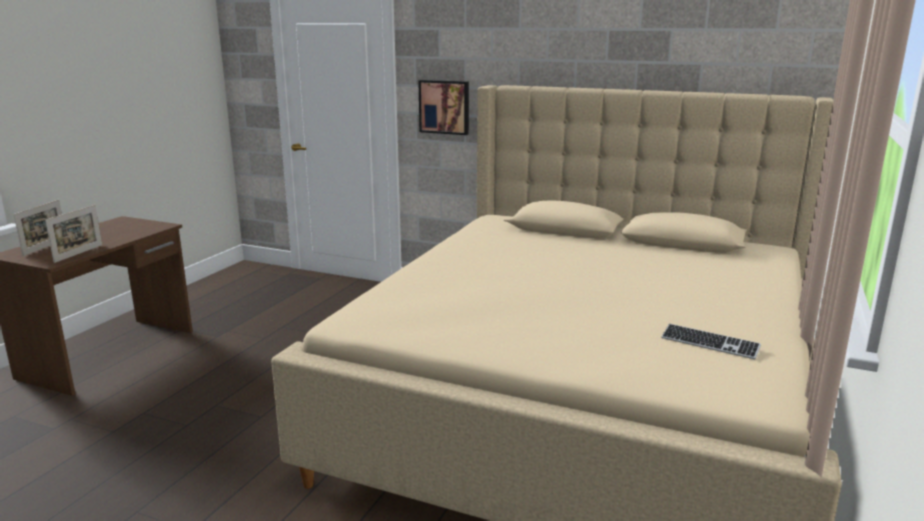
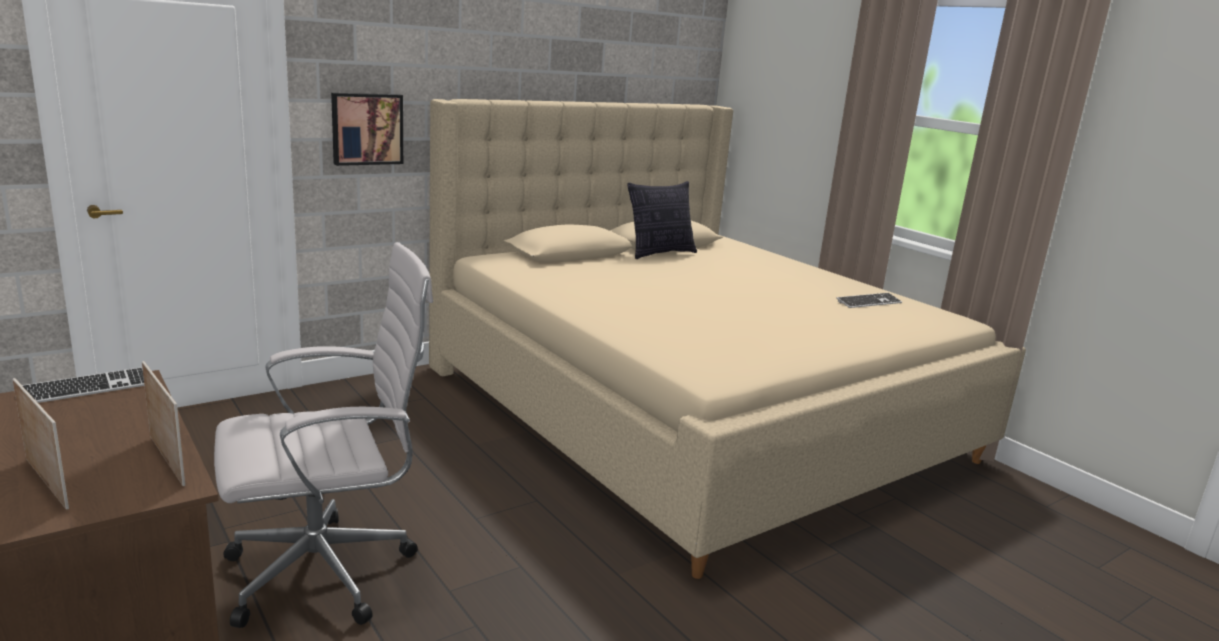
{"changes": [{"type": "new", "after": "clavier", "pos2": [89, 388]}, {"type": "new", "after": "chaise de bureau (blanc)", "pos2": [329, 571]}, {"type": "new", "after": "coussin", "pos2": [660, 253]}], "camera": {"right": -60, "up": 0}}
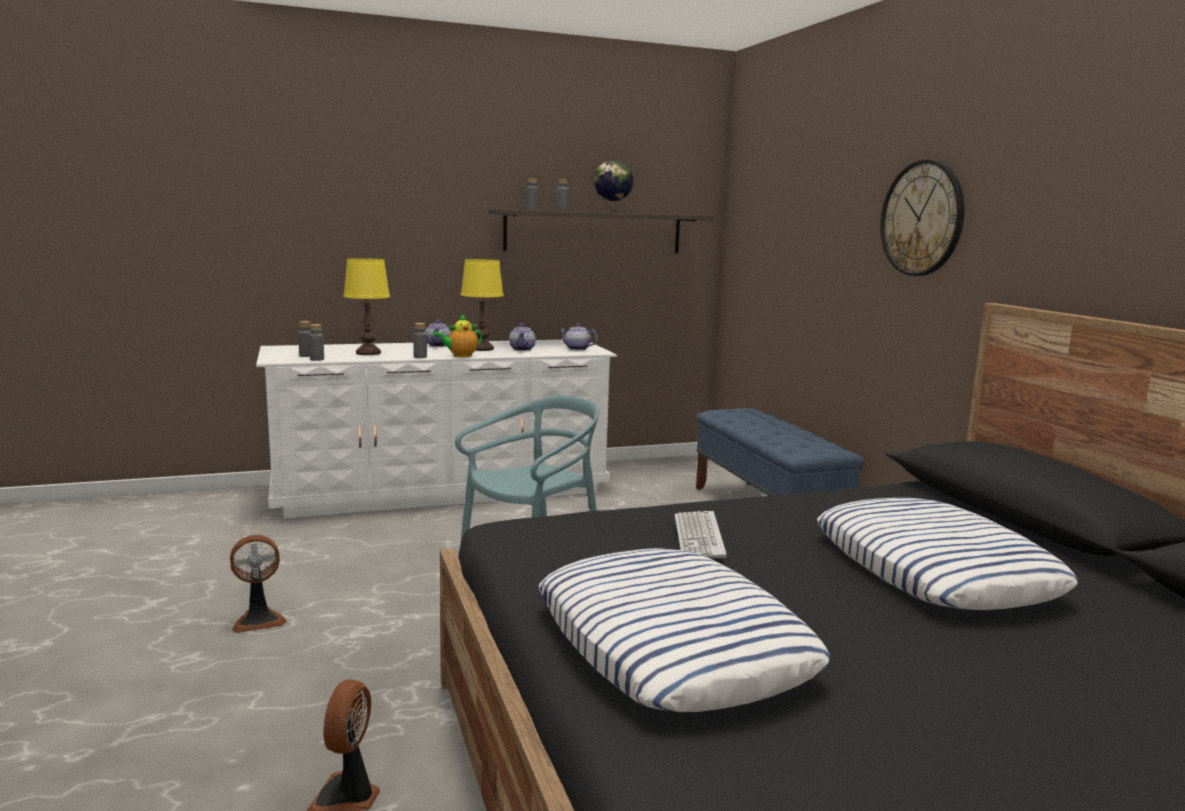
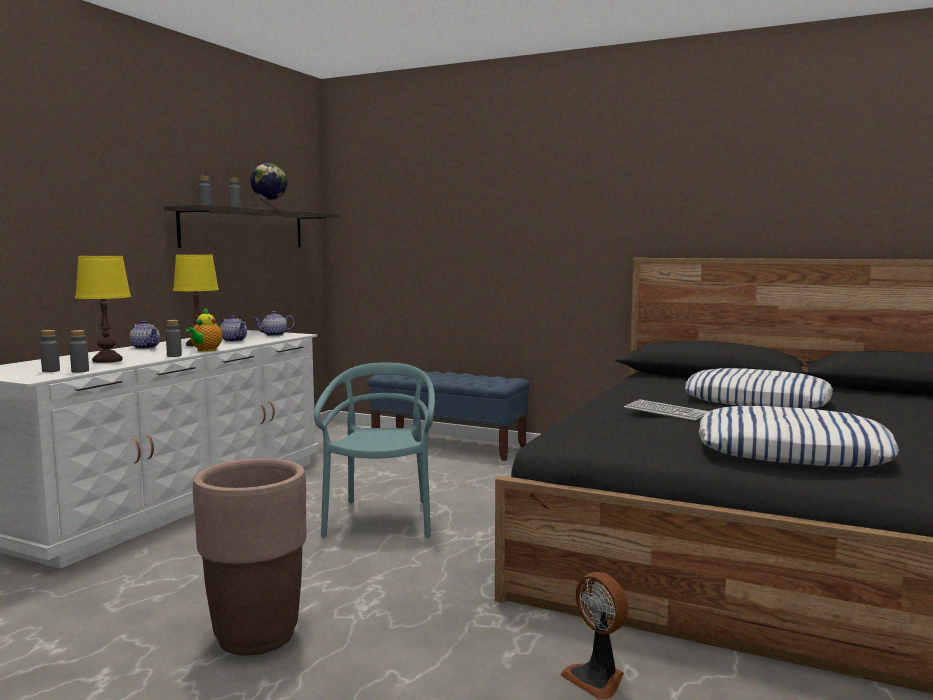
{"changes": [{"type": "swapped", "before": "ventilateur", "after": "cache-pot (marron)", "pos1": [259, 620], "pos2": [256, 636]}, {"type": "gone", "before": "horloge murale", "pos1": [922, 218]}], "camera": {"right": -45, "up": -5}}
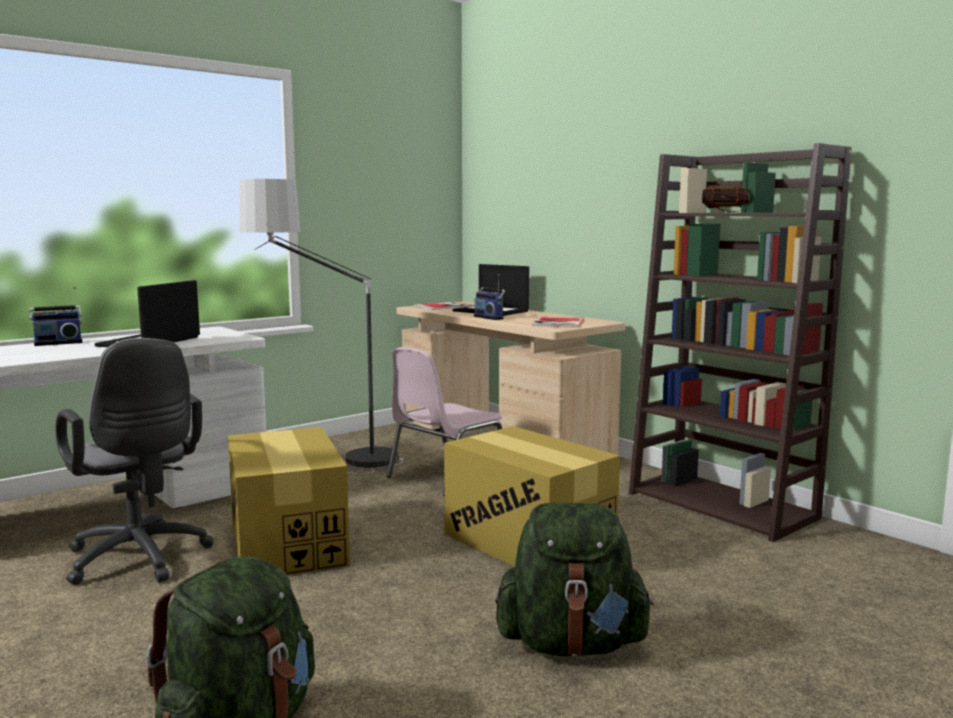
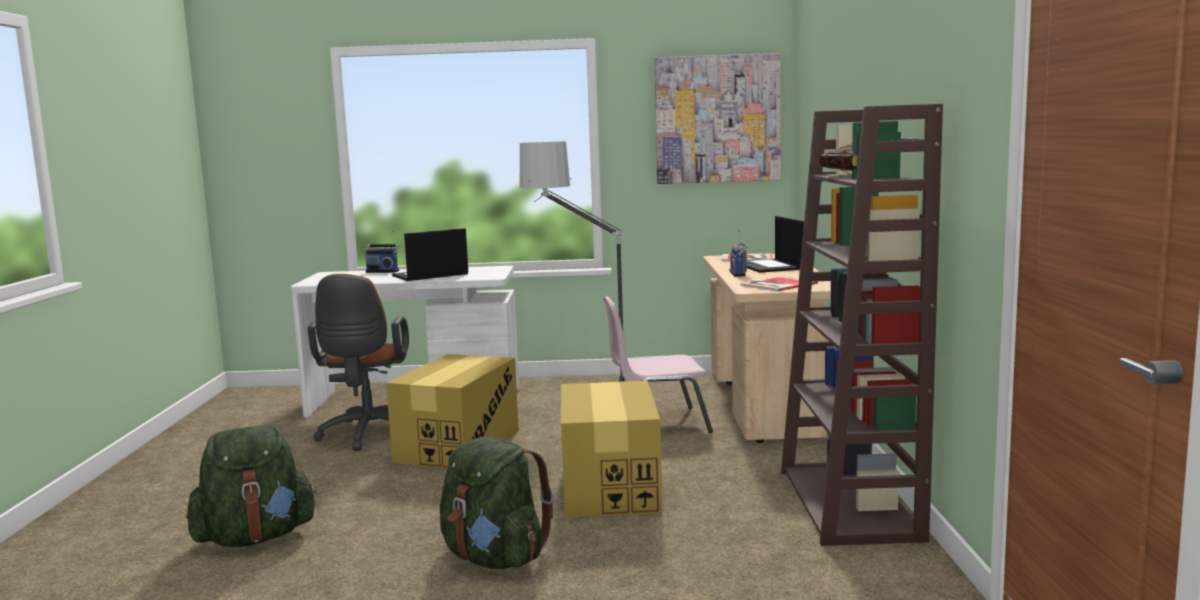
{"changes": [{"type": "repainted", "before": "chaise de bureau (gris)", "after": "chaise de bureau (marron)", "pos1": [140, 560], "pos2": [367, 435]}, {"type": "new", "after": "tableau", "pos2": [717, 119]}], "camera": {"right": 40, "up": 0}}
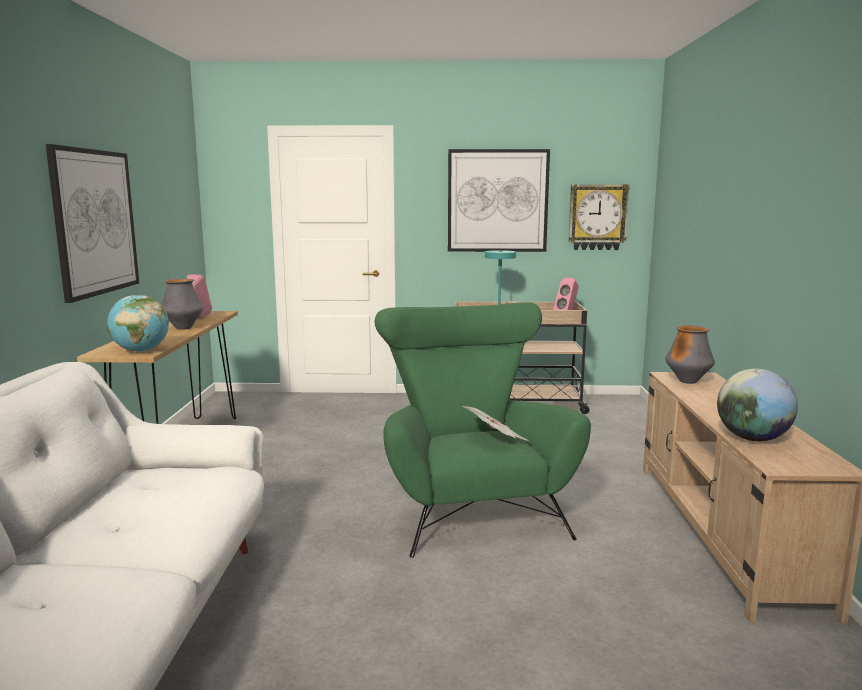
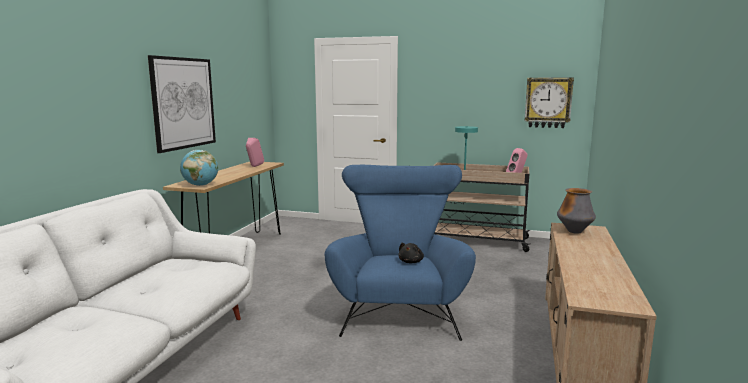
{"changes": [{"type": "repainted", "before": "fauteuil (vert)", "after": "fauteuil (bleu)", "pos1": [469, 506], "pos2": [399, 308]}, {"type": "swapped", "before": "journal", "after": "peluche (noir)", "pos1": [495, 440], "pos2": [411, 262]}, {"type": "gone", "before": "vase", "pos1": [183, 328]}, {"type": "gone", "before": "tableau", "pos1": [497, 201]}, {"type": "gone", "before": "globe", "pos1": [752, 439]}], "camera": {"right": 15, "up": 0}}
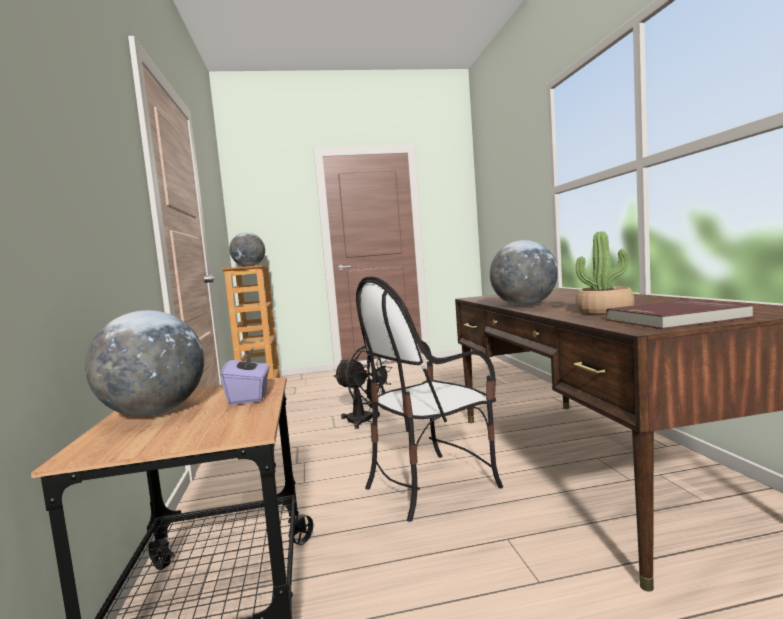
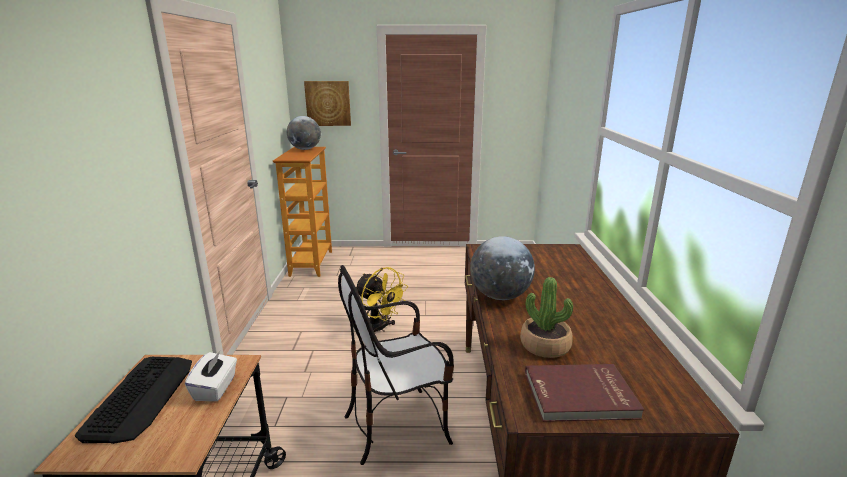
{"changes": [{"type": "swapped", "before": "globe", "after": "clavier", "pos1": [154, 413], "pos2": [141, 397]}, {"type": "repainted", "before": "boîte à mouchoirs (violet)", "after": "boîte à mouchoirs (blanc)", "pos1": [250, 397], "pos2": [216, 388]}, {"type": "new", "after": "tableau", "pos2": [328, 103]}, {"type": "repainted", "before": "ventilateur (noir)", "after": "ventilateur (jaune)", "pos1": [365, 421], "pos2": [379, 329]}], "camera": {"right": 10, "up": 15}}
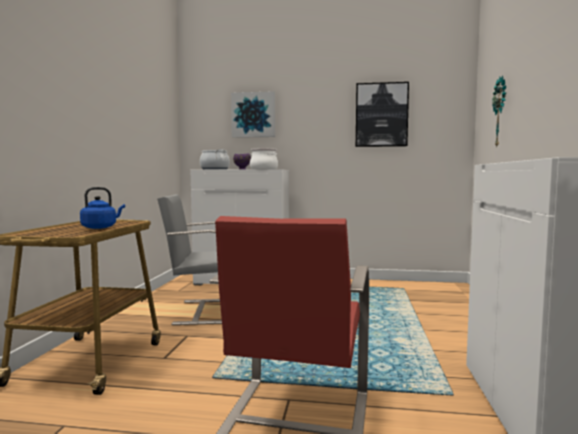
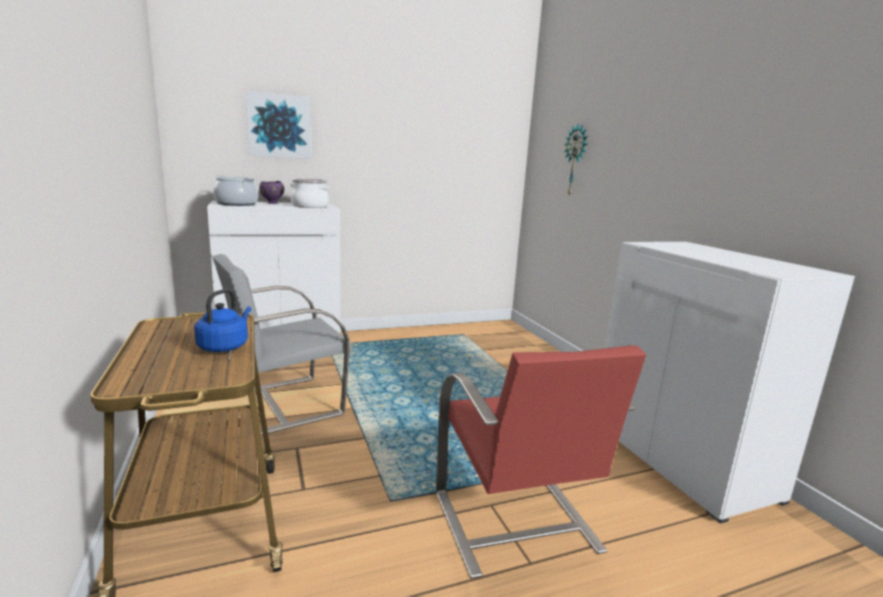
{"changes": [{"type": "gone", "before": "tableau", "pos1": [381, 115]}], "camera": {"right": -30, "up": 10}}
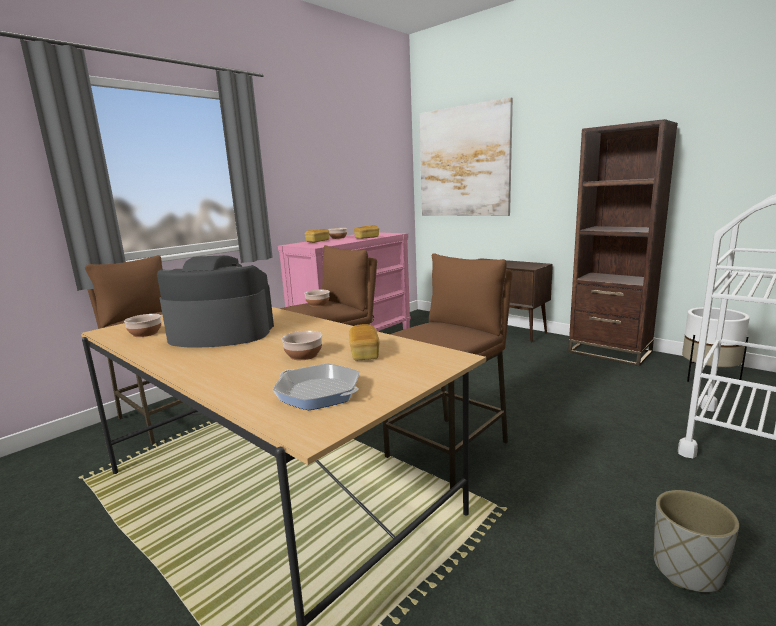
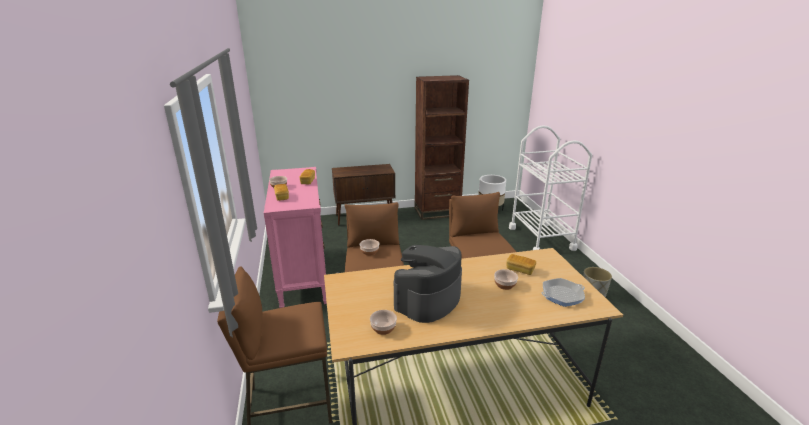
{"changes": [{"type": "gone", "before": "tableau", "pos1": [464, 162]}], "camera": {"right": -55, "up": 10}}
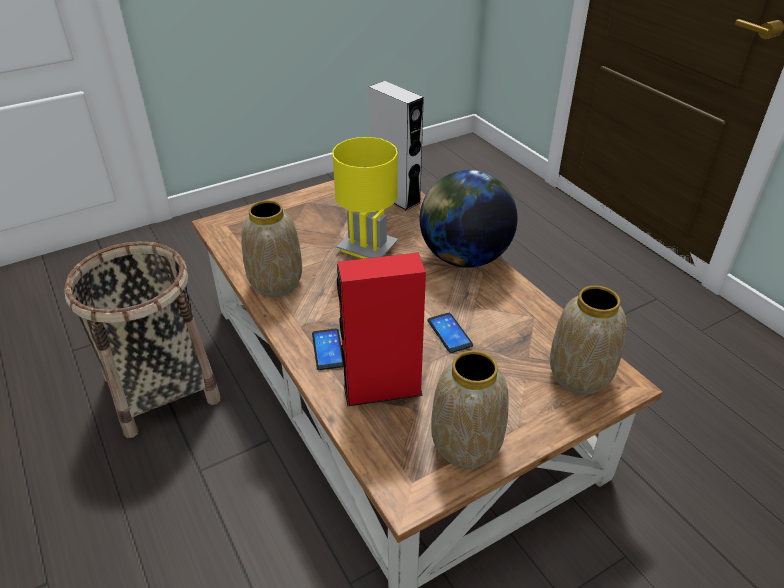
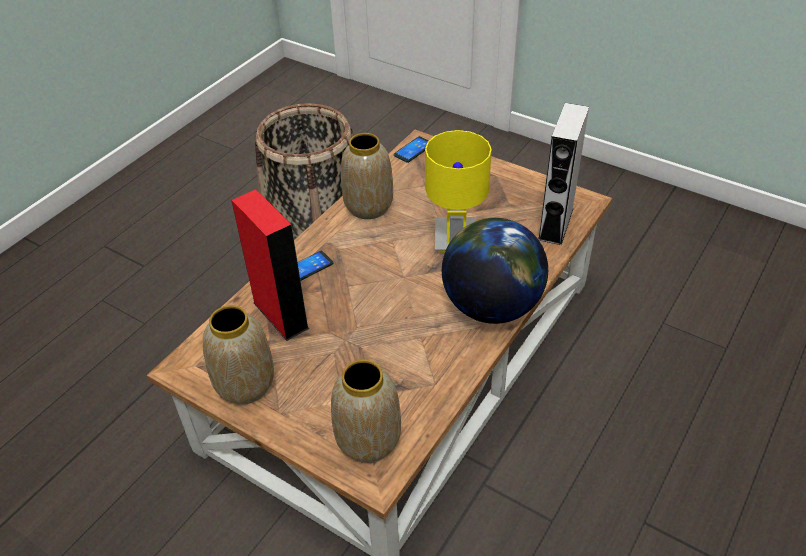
{"changes": [{"type": "shifted", "before": "téléphone", "pos1": [449, 333], "pos2": [413, 150]}], "camera": {"right": 65, "up": 5}}
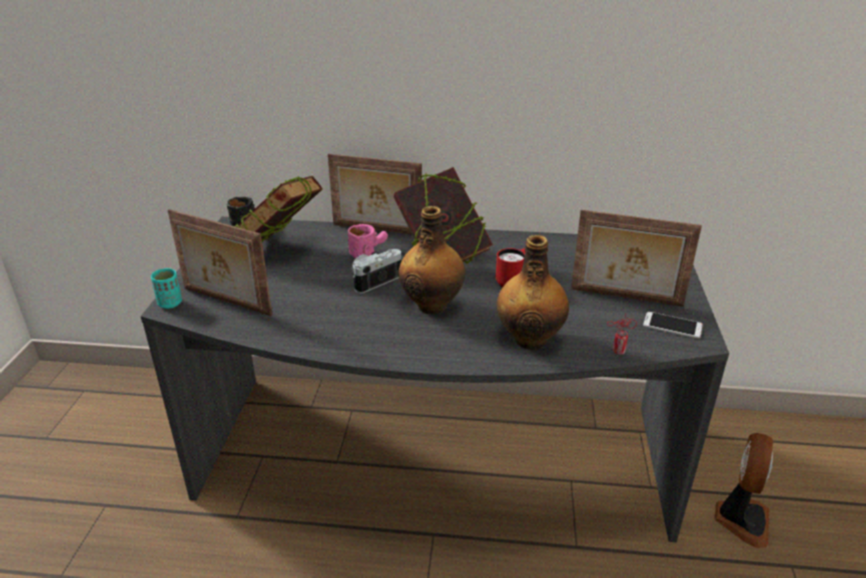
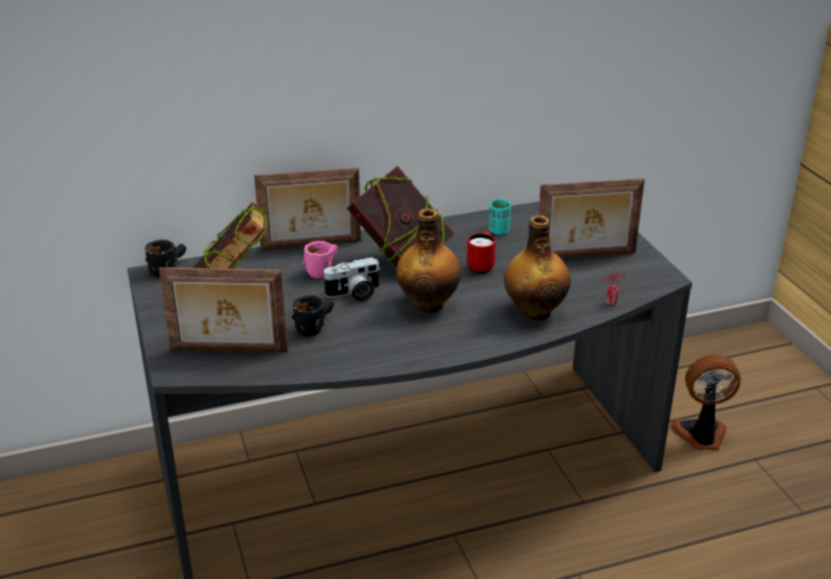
{"changes": [{"type": "new", "after": "mug (noir)", "pos2": [314, 325]}, {"type": "rotated", "before": "appareil photo", "pos1": [374, 280], "pos2": [354, 294], "turn": -135}, {"type": "shifted", "before": "tasse (turquoise)", "pos1": [170, 303], "pos2": [499, 231]}, {"type": "rotated", "before": "ventilateur", "pos1": [741, 519], "pos2": [701, 436], "turn": -90}, {"type": "gone", "before": "téléphone", "pos1": [672, 325]}], "camera": {"right": -25, "up": 0}}
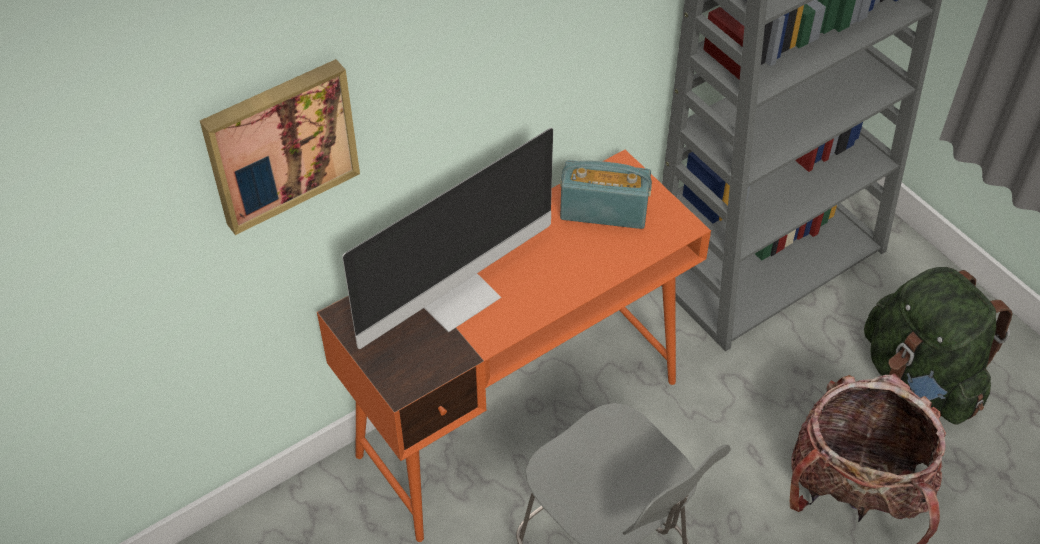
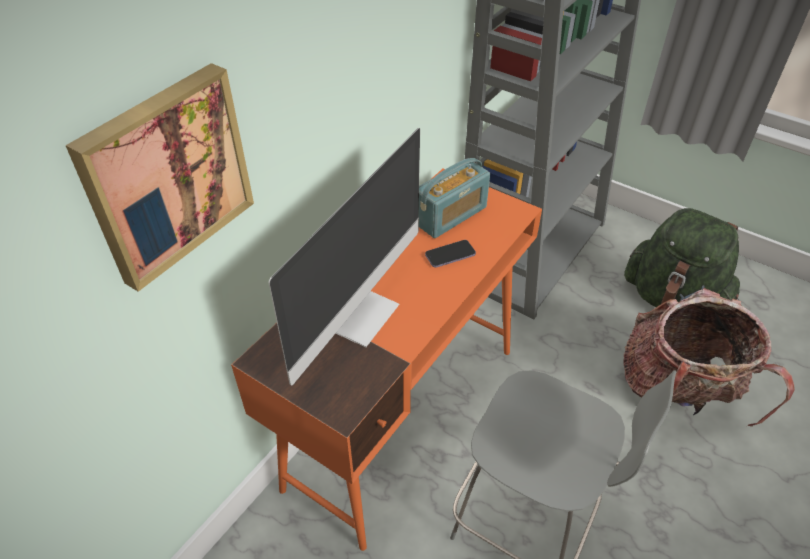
{"changes": [{"type": "rotated", "before": "radio", "pos1": [603, 211], "pos2": [450, 215], "turn": 150}, {"type": "new", "after": "téléphone", "pos2": [450, 255]}], "camera": {"right": -20, "up": -5}}
